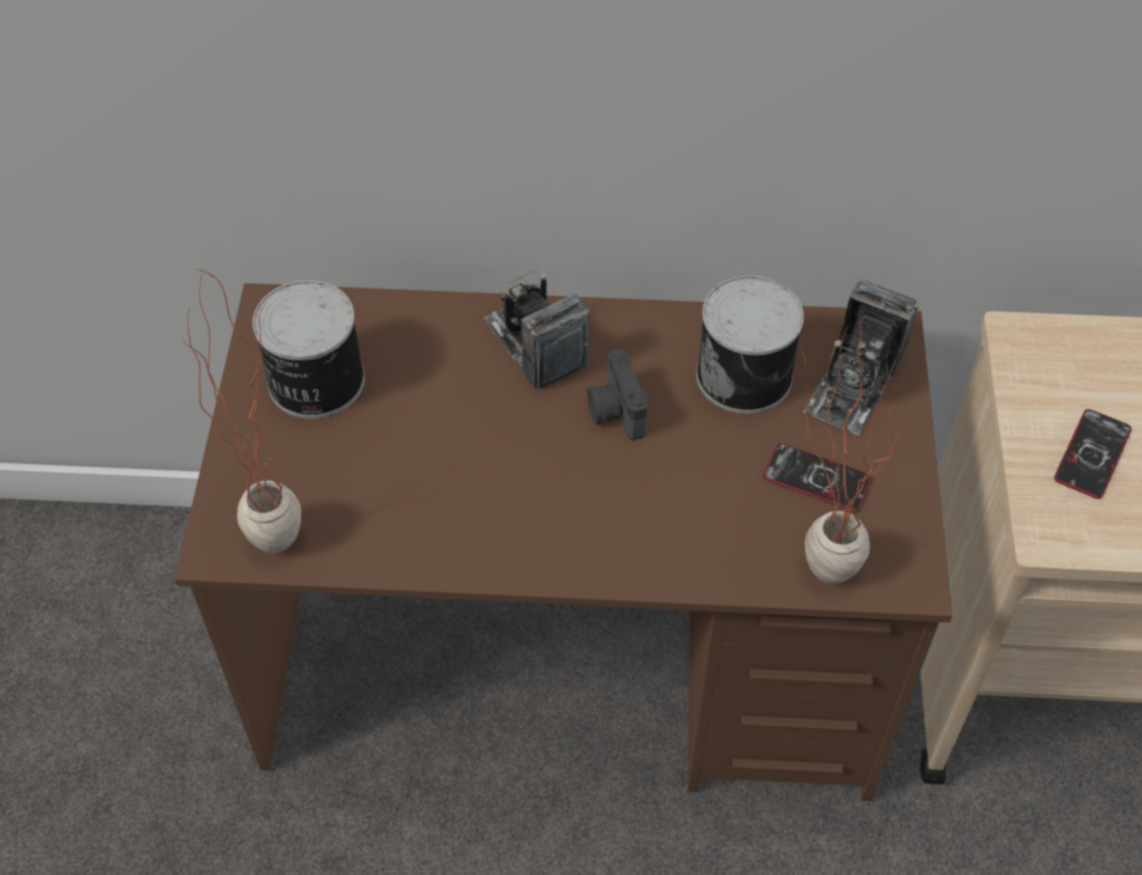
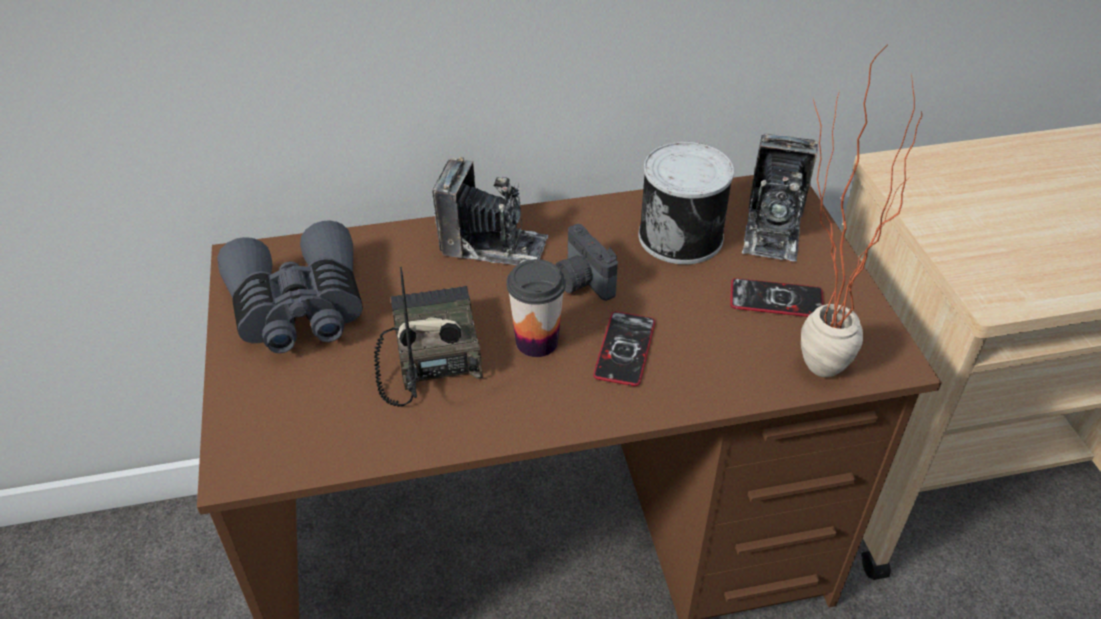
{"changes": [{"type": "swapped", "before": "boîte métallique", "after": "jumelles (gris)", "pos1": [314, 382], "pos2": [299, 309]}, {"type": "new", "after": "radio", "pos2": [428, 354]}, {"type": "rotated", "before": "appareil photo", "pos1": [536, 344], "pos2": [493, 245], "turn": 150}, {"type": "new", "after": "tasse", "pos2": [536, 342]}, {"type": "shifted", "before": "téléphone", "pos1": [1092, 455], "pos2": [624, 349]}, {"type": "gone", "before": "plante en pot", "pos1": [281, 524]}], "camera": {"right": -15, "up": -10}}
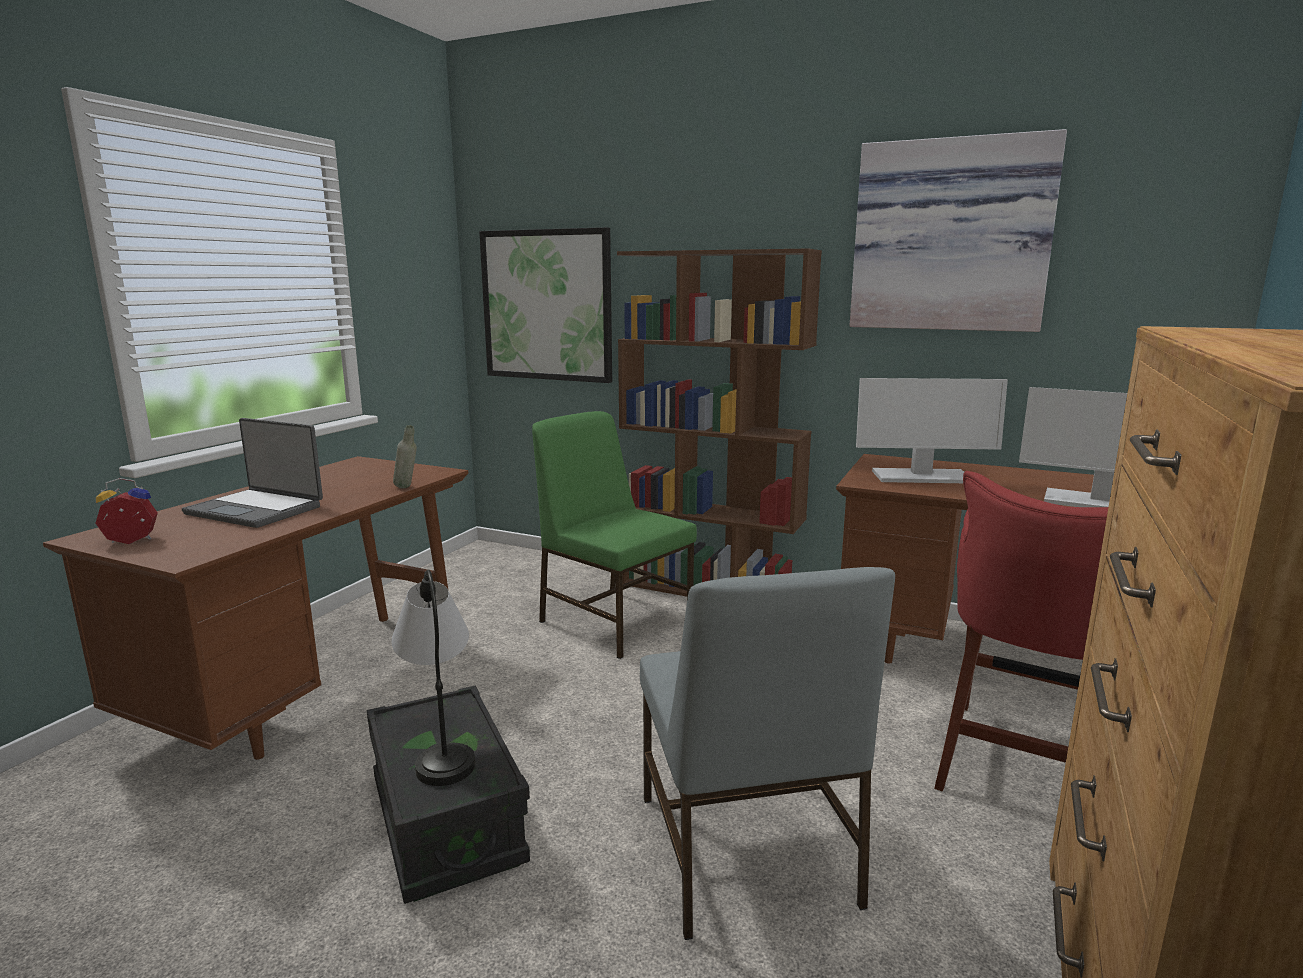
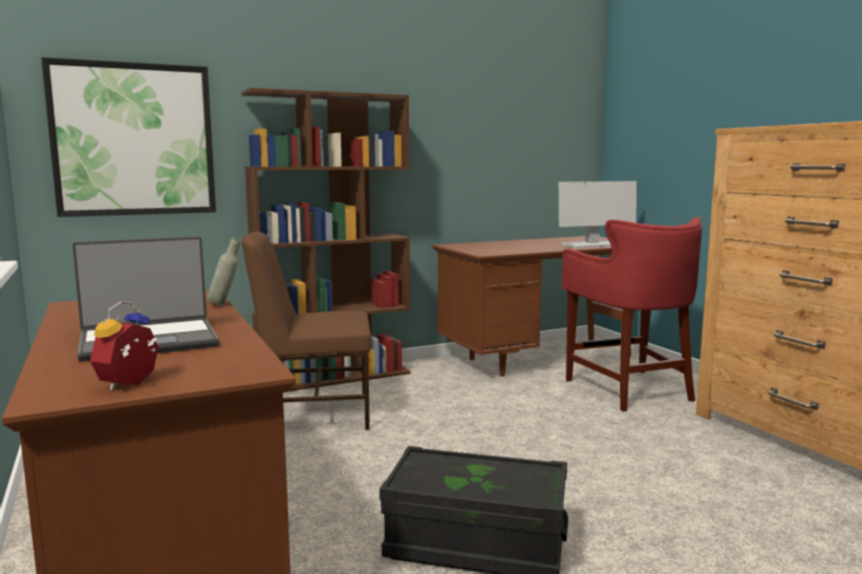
{"changes": [{"type": "repainted", "before": "chaise (vert)", "after": "chaise (marron)", "pos1": [614, 620], "pos2": [313, 414]}, {"type": "gone", "before": "lampe de table", "pos1": [442, 745]}, {"type": "gone", "before": "chaise (gris)", "pos1": [744, 852]}, {"type": "gone", "before": "tableau", "pos1": [950, 236]}, {"type": "gone", "before": "écran d'ordinateur", "pos1": [921, 477]}], "camera": {"right": -50, "up": -5}}
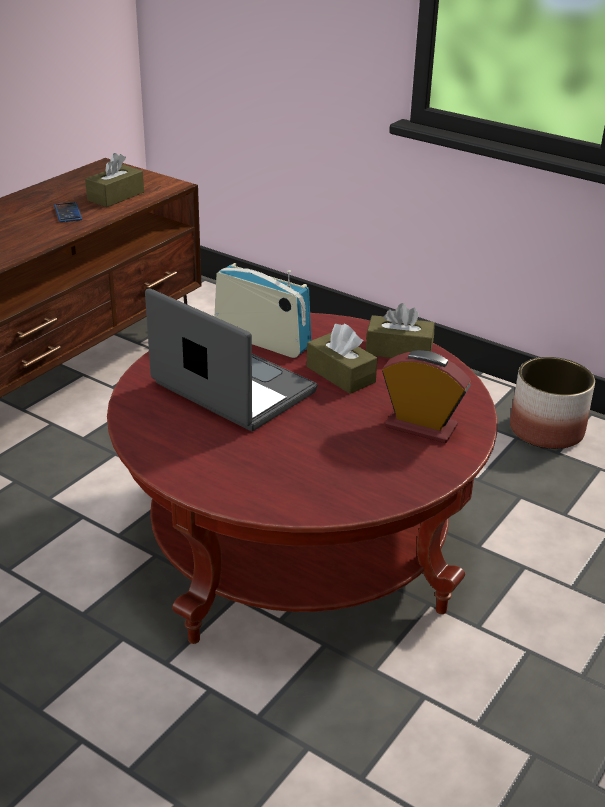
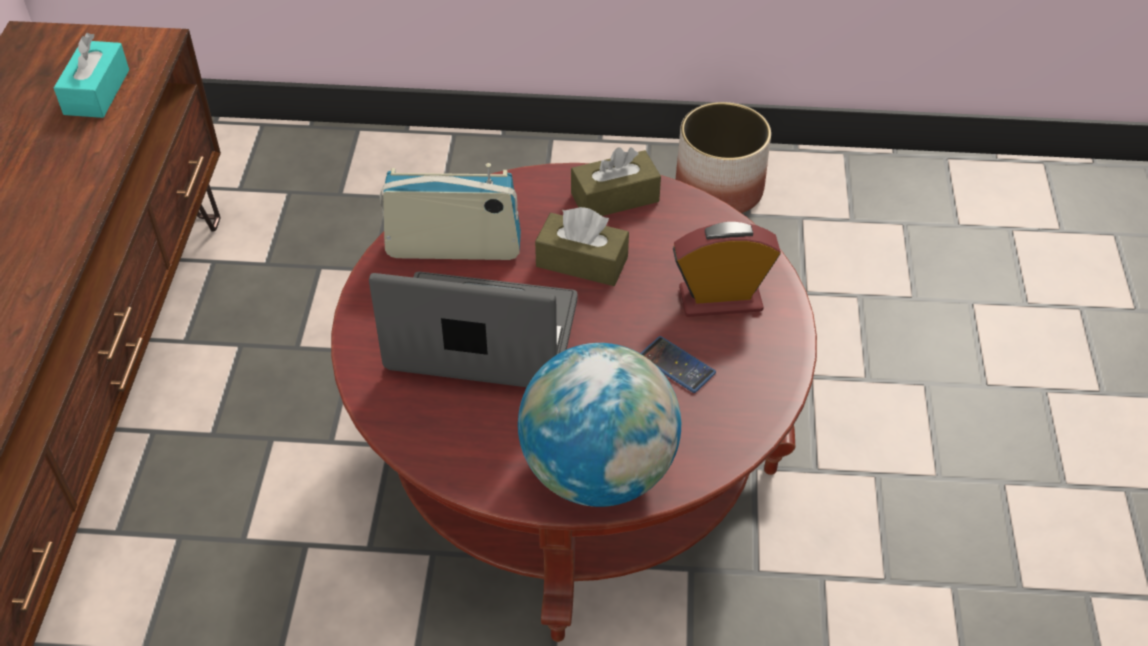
{"changes": [{"type": "repainted", "before": "boîte à mouchoirs (marron)", "after": "boîte à mouchoirs (turquoise)", "pos1": [116, 196], "pos2": [97, 92]}, {"type": "new", "after": "globe", "pos2": [598, 472]}, {"type": "shifted", "before": "téléphone", "pos1": [68, 213], "pos2": [676, 365]}], "camera": {"right": -30, "up": 15}}
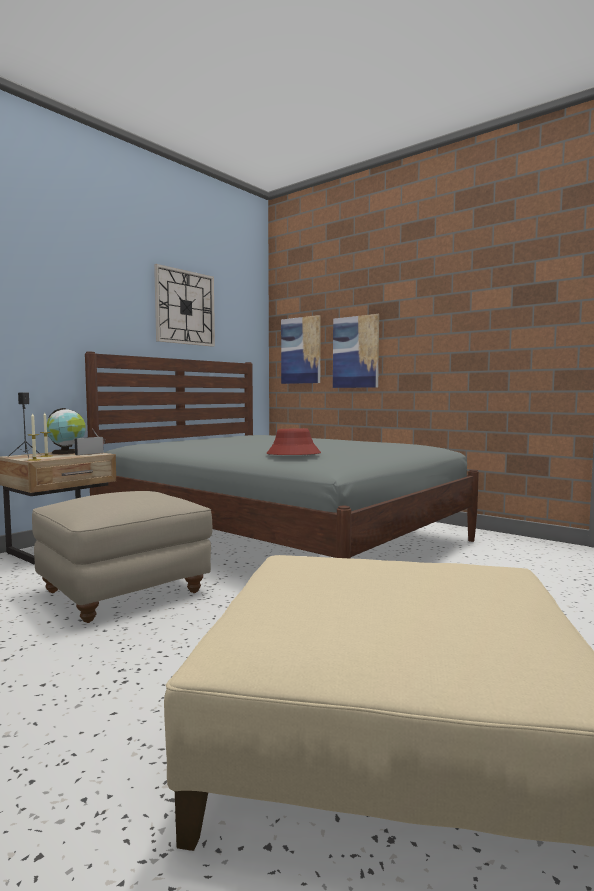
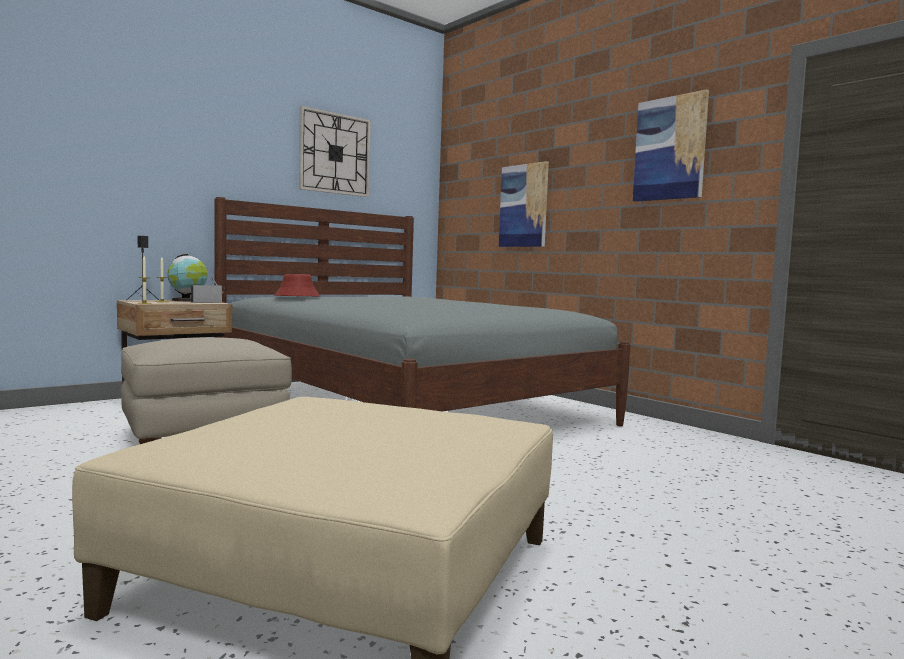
{"changes": [{"type": "shifted", "before": "chapeau (rouge)", "pos1": [293, 454], "pos2": [297, 297]}, {"type": "shifted", "before": "tableau", "pos1": [301, 350], "pos2": [670, 148]}], "camera": {"right": 10, "up": 0}}
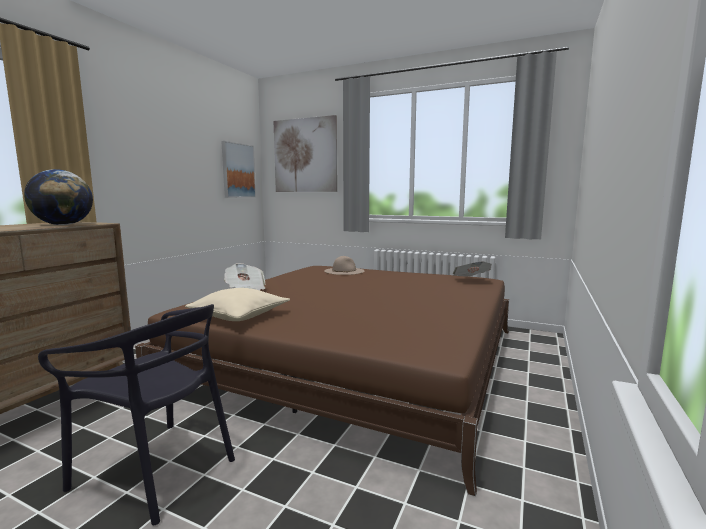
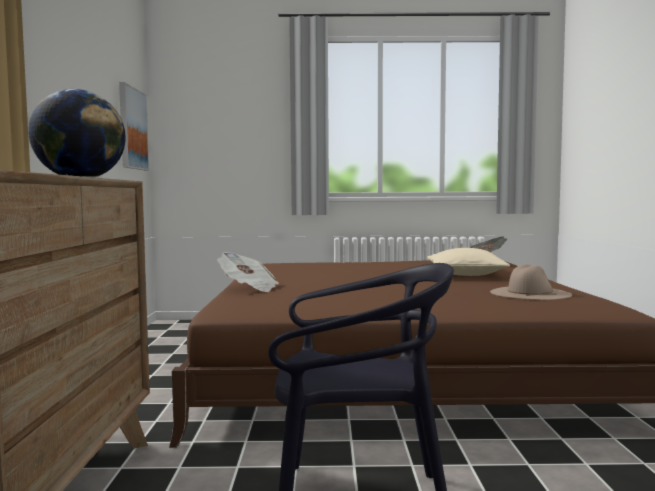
{"changes": [{"type": "shifted", "before": "coussin (beige)", "pos1": [239, 315], "pos2": [465, 274]}, {"type": "shifted", "before": "chapeau (beige)", "pos1": [344, 271], "pos2": [530, 293]}, {"type": "gone", "before": "tableau", "pos1": [305, 155]}], "camera": {"right": -25, "up": -5}}
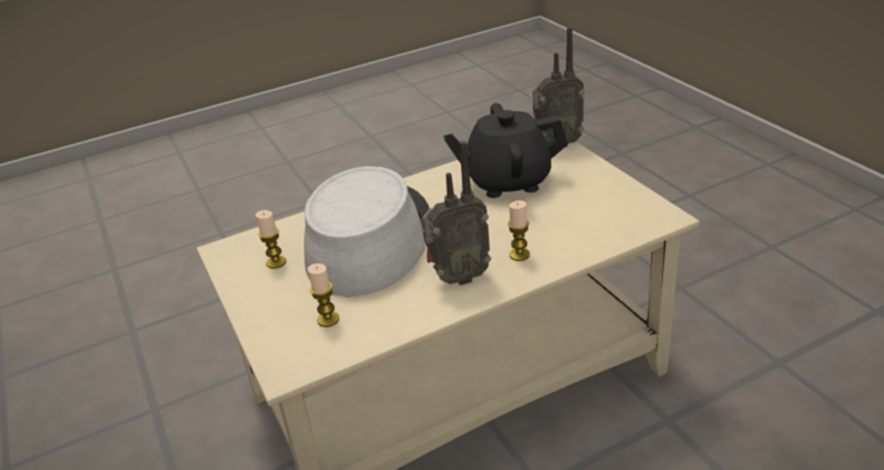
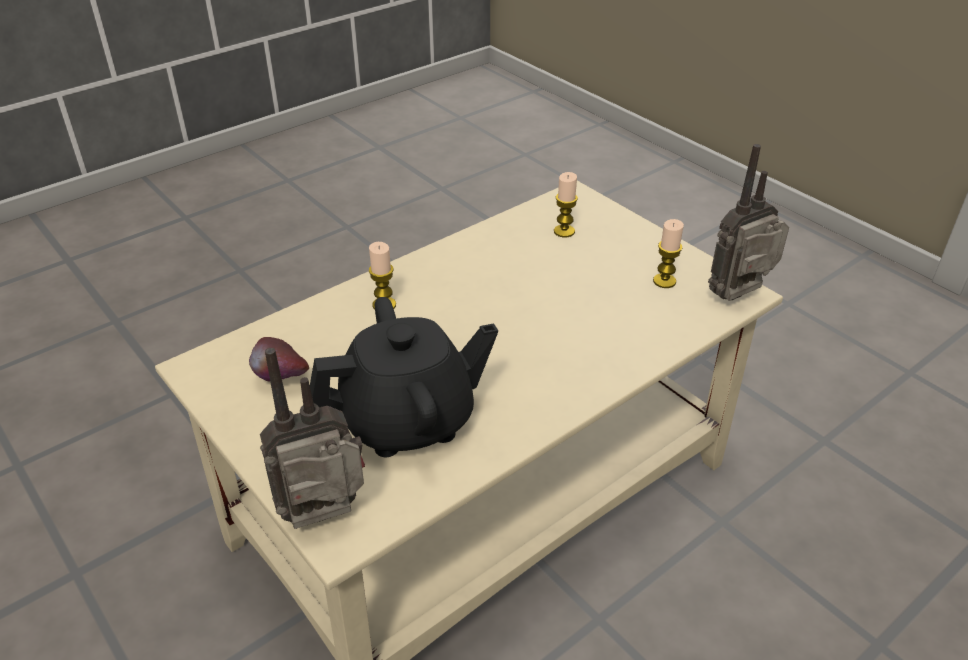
{"changes": [{"type": "new", "after": "pomme", "pos2": [282, 381]}, {"type": "shifted", "before": "radio", "pos1": [458, 277], "pos2": [740, 298]}, {"type": "gone", "before": "chapeau (gris)", "pos1": [369, 240]}], "camera": {"right": 165, "up": 5}}
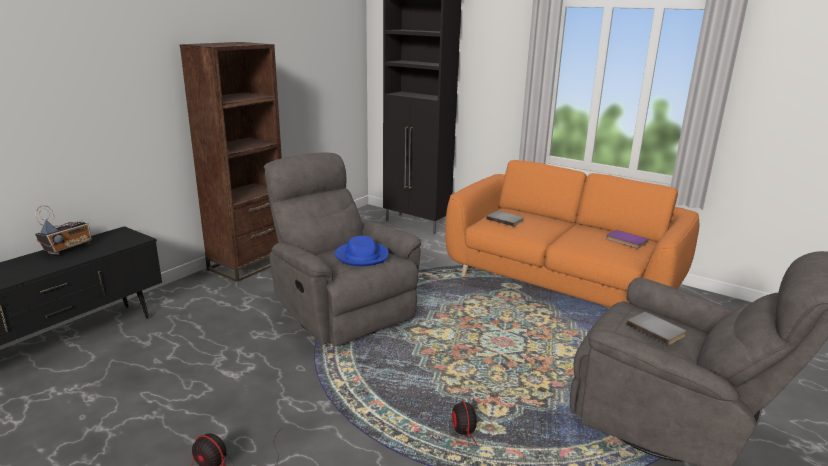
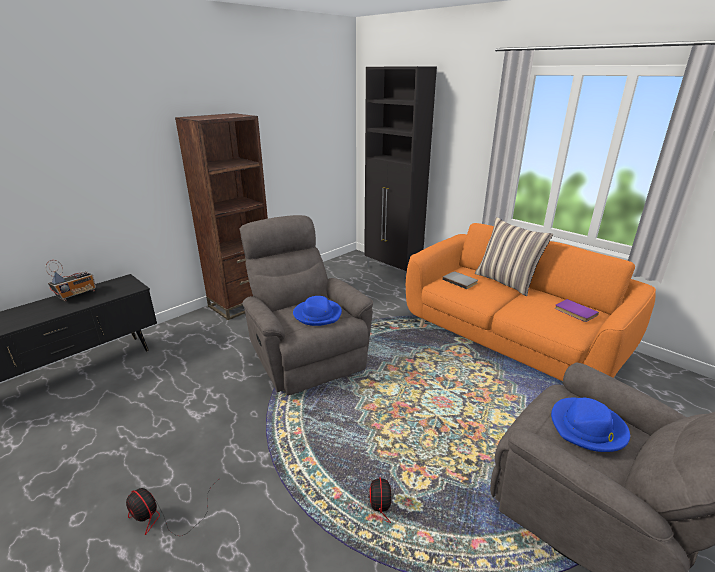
{"changes": [{"type": "new", "after": "coussin", "pos2": [506, 282]}, {"type": "swapped", "before": "livre (gris)", "after": "chapeau (bleu)", "pos1": [656, 329], "pos2": [588, 427]}], "camera": {"right": 10, "up": 5}}
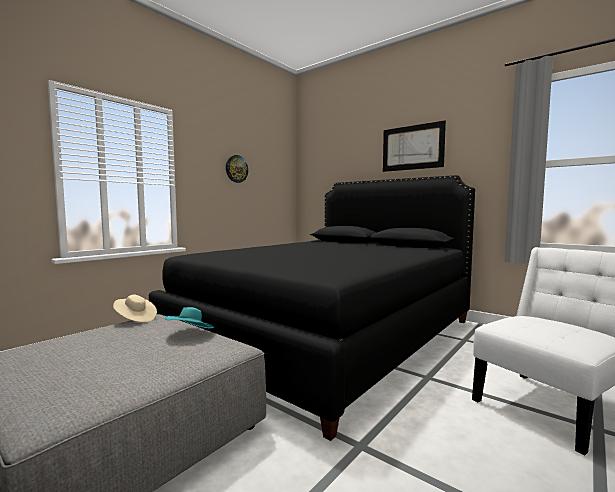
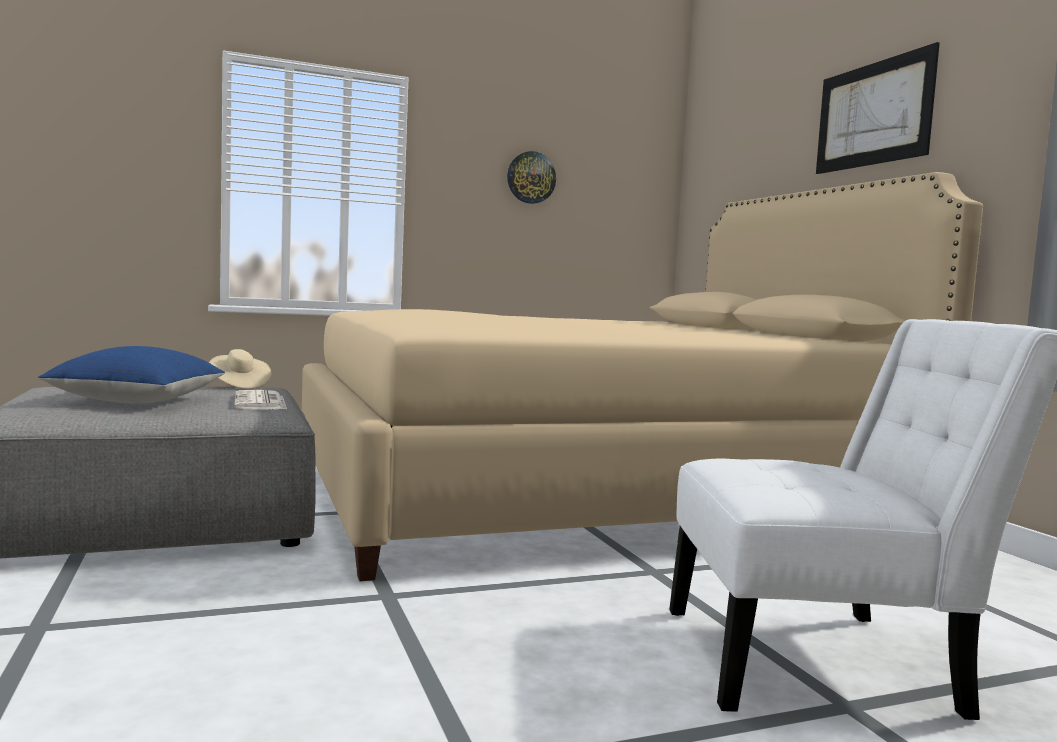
{"changes": [{"type": "new", "after": "coussin (bleu)", "pos2": [138, 402]}, {"type": "swapped", "before": "chapeau (turquoise)", "after": "journal", "pos1": [190, 334], "pos2": [261, 402]}, {"type": "repainted", "before": "lit (noir)", "after": "lit (beige)", "pos1": [329, 335], "pos2": [591, 493]}], "camera": {"right": 30, "up": 0}}
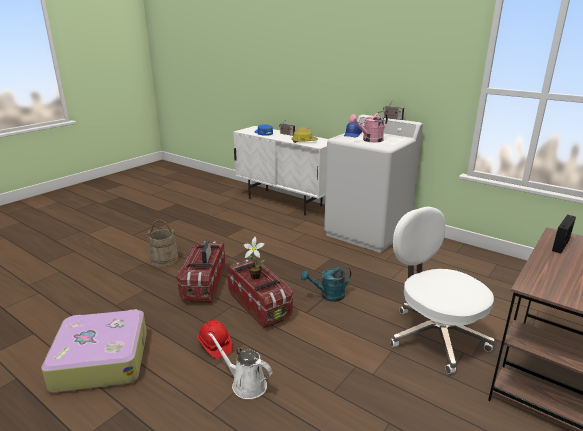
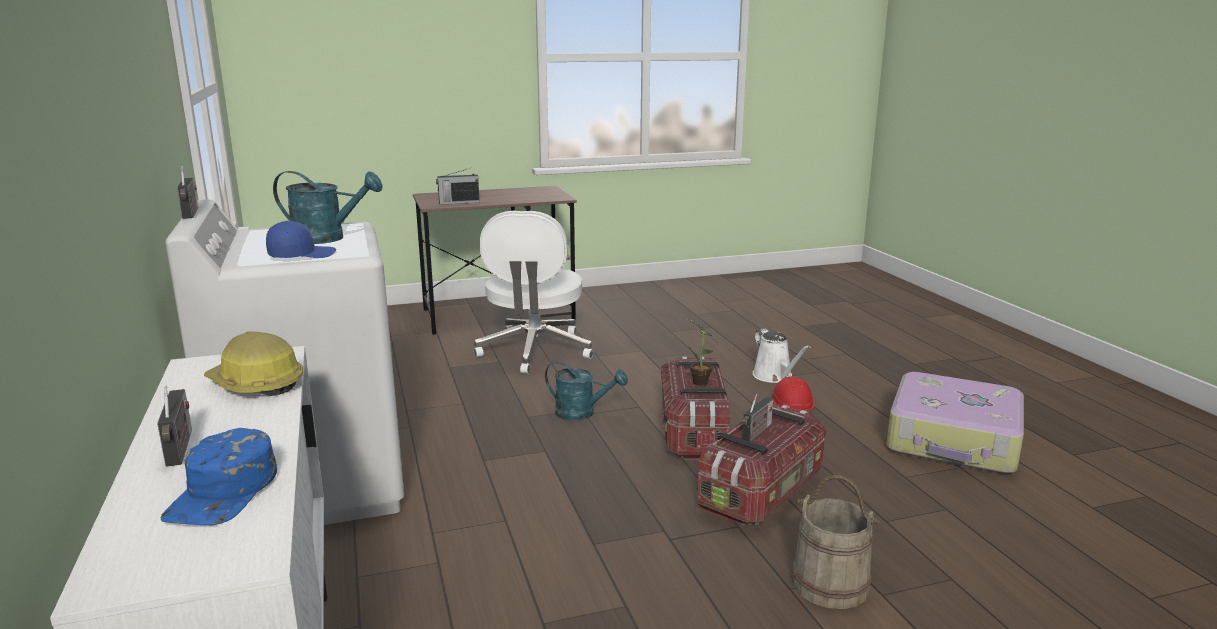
{"changes": [{"type": "repainted", "before": "arrosoir (rose)", "after": "arrosoir (turquoise)", "pos1": [369, 140], "pos2": [328, 238]}], "camera": {"right": -145, "up": -5}}
